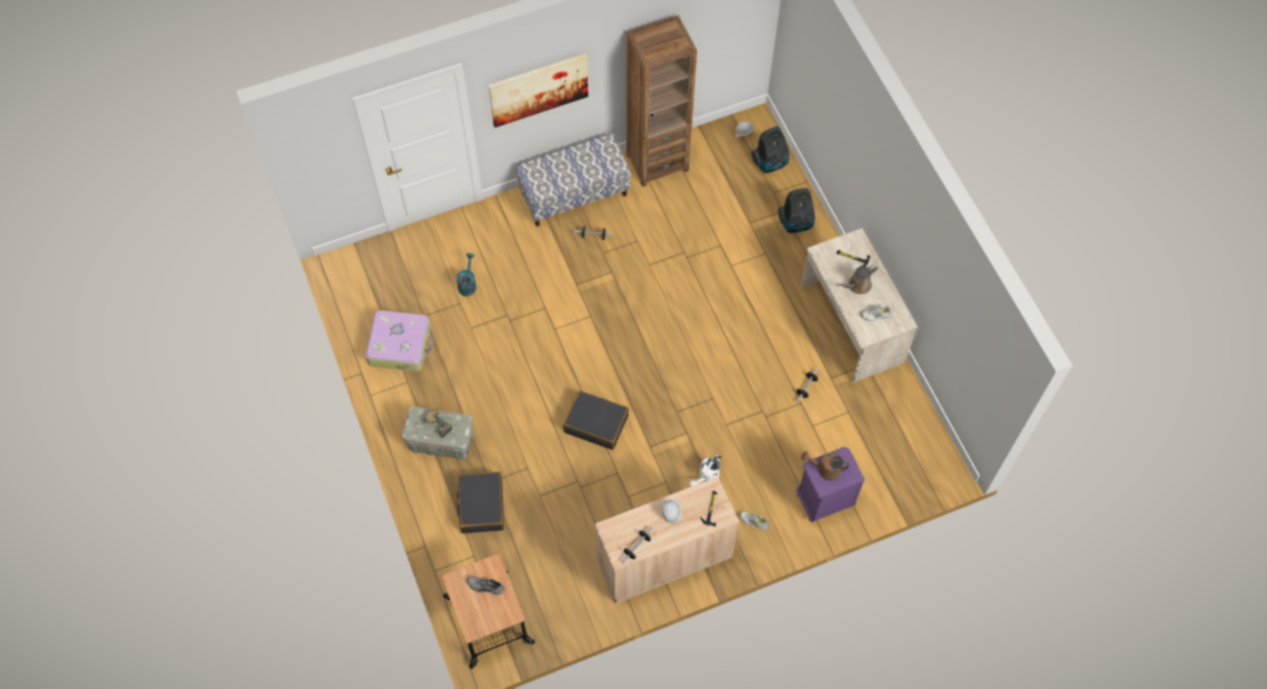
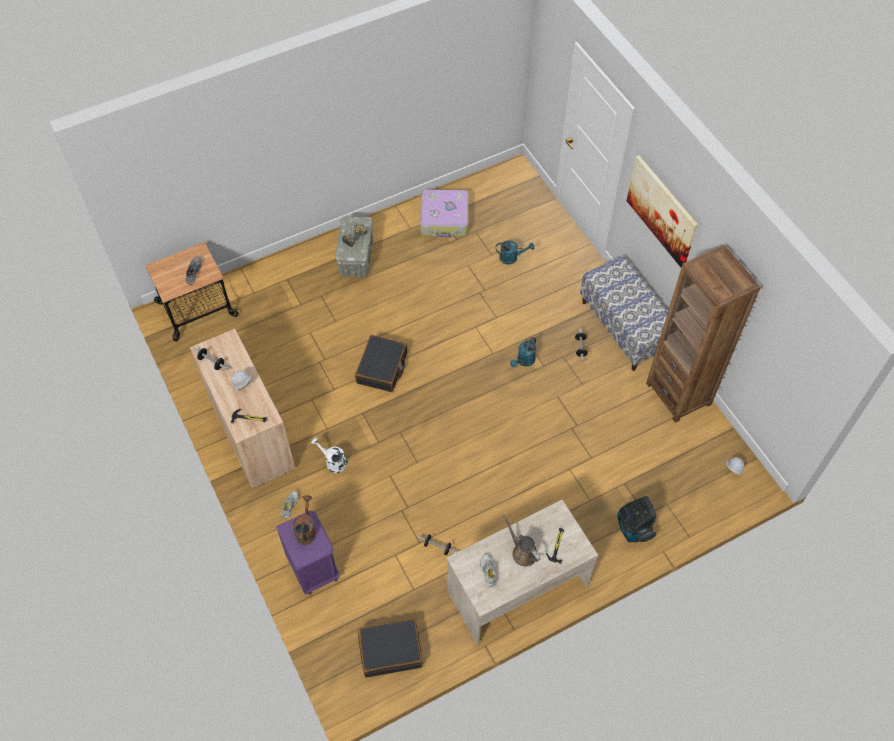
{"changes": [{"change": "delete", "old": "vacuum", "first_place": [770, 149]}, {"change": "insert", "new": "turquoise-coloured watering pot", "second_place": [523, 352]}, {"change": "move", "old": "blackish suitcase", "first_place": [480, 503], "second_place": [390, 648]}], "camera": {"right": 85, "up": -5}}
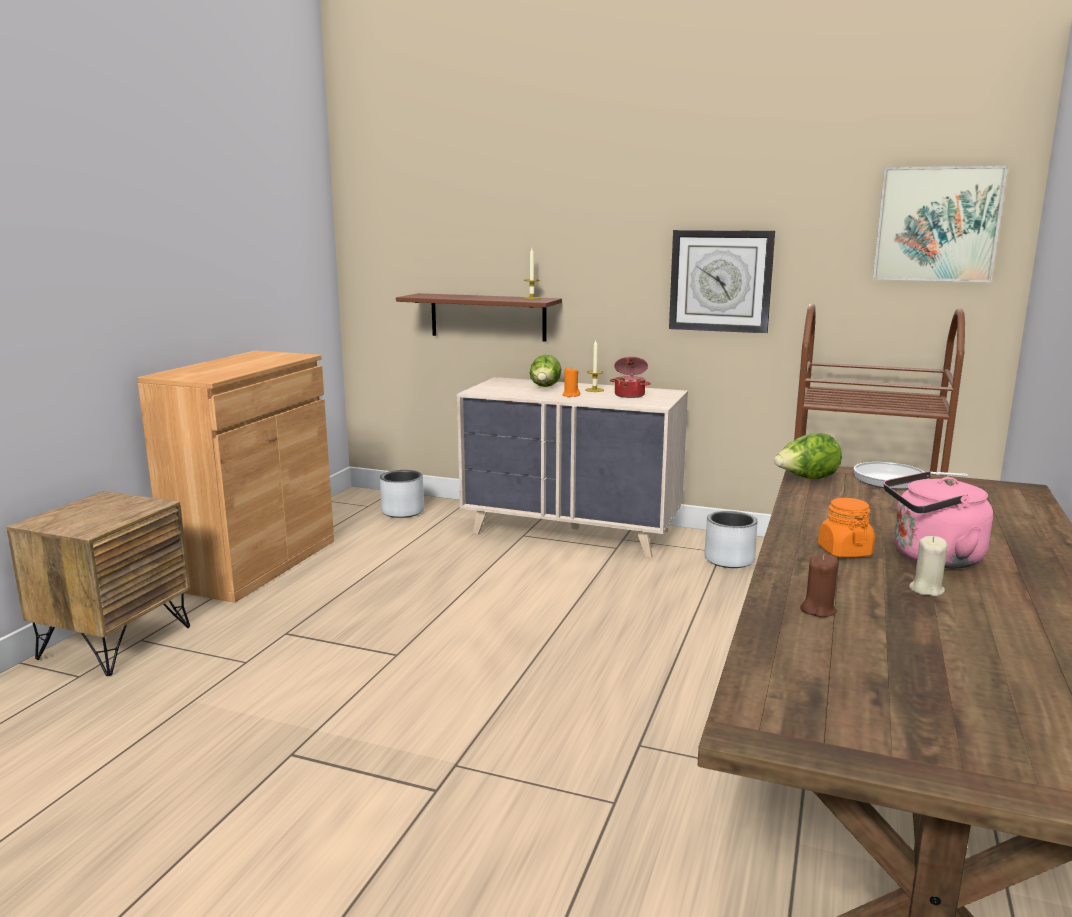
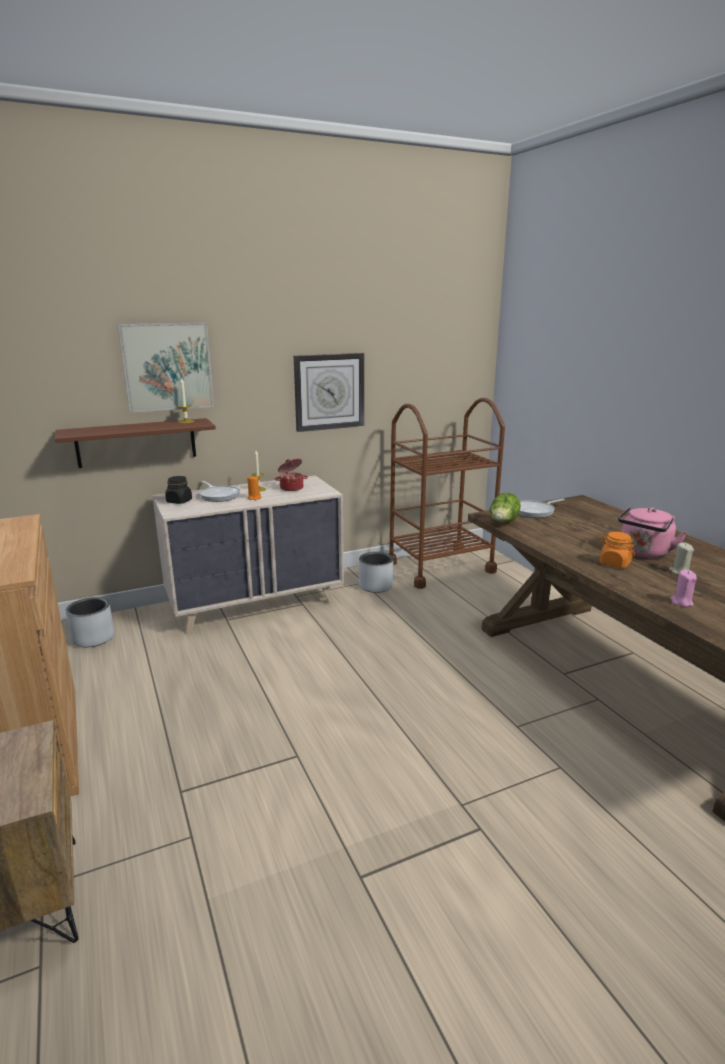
{"changes": [{"change": "insert", "new": "blackish preserve jar", "second_place": [178, 490]}, {"change": "move", "old": "wall picture", "first_place": [940, 224], "second_place": [166, 368]}, {"change": "replace", "old": "lettuce", "new": "frying pan", "first_place": [545, 371], "second_place": [219, 491]}, {"change": "recolor", "old": "brown candle", "new": "pink candle", "first_place": [819, 585], "second_place": [683, 588]}], "camera": {"right": -45, "up": 5}}
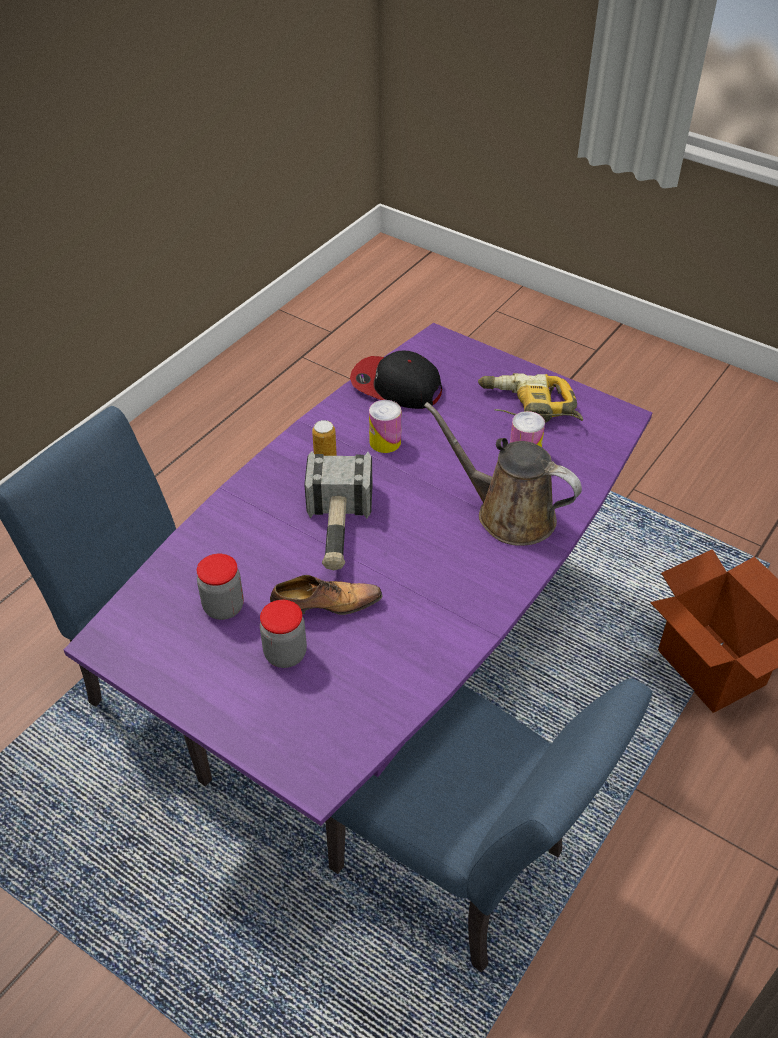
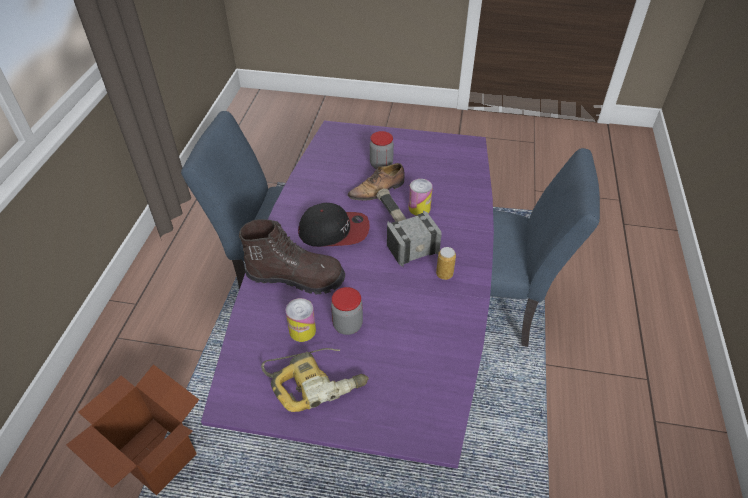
{"changes": [{"change": "move", "old": "preserve jar", "first_place": [220, 587], "second_place": [347, 311]}, {"change": "move", "old": "cap", "first_place": [396, 380], "second_place": [334, 225]}, {"change": "move", "old": "can", "first_place": [385, 426], "second_place": [421, 197]}, {"change": "replace", "old": "brown watering pot", "new": "brown tall boot", "first_place": [503, 474], "second_place": [292, 256]}], "camera": {"right": 155, "up": 0}}
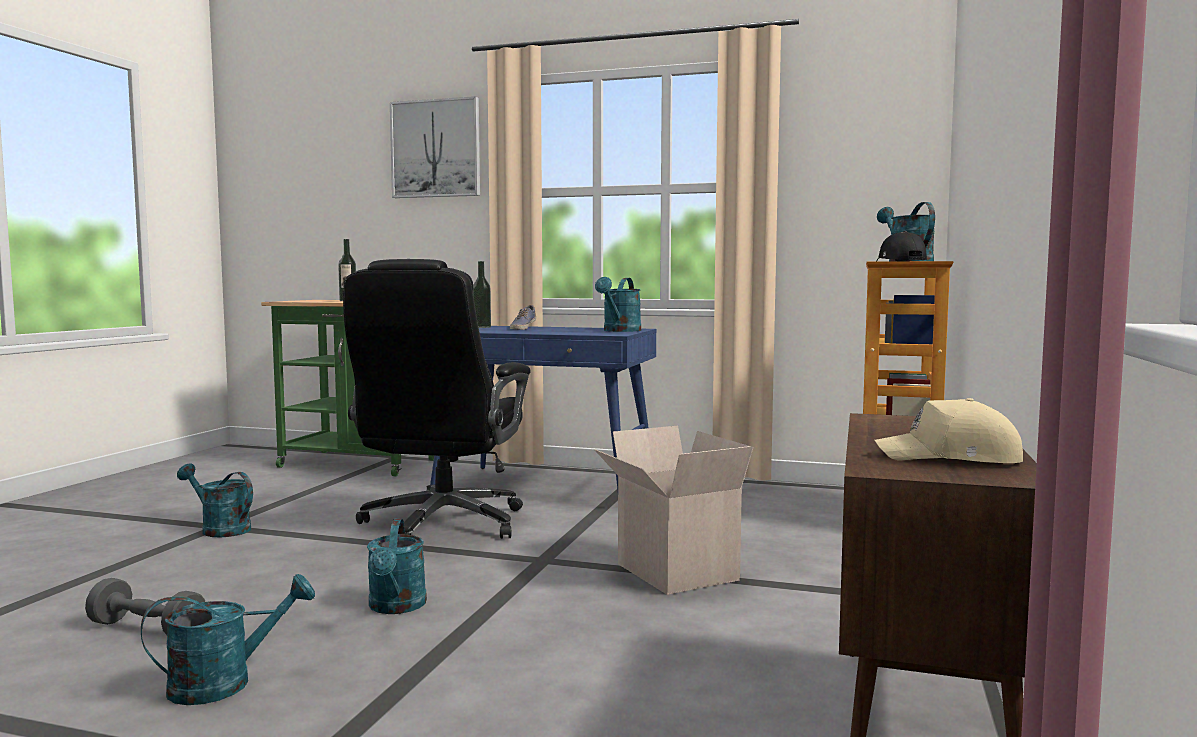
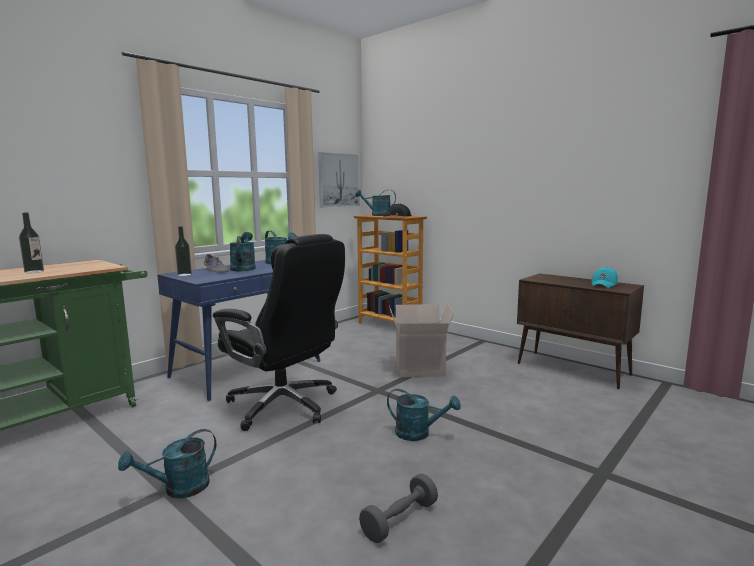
{"changes": [{"change": "move", "old": "turquoise-coloured watering pot", "first_place": [228, 639], "second_place": [242, 251]}, {"change": "move", "old": "wall picture", "first_place": [435, 147], "second_place": [339, 180]}, {"change": "recolor", "old": "sand-coloured cap", "new": "turquoise-coloured cap", "first_place": [949, 430], "second_place": [604, 277]}], "camera": {"right": -65, "up": 5}}
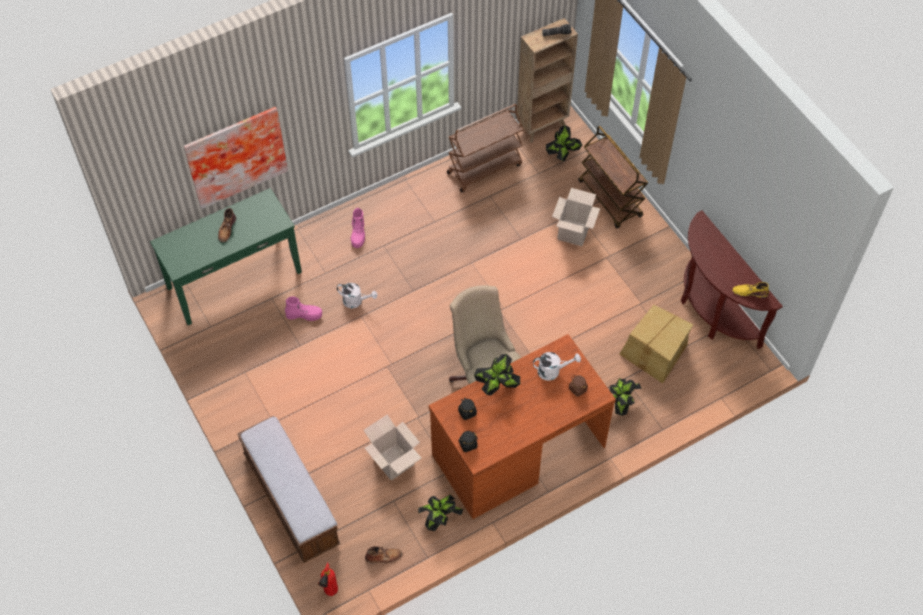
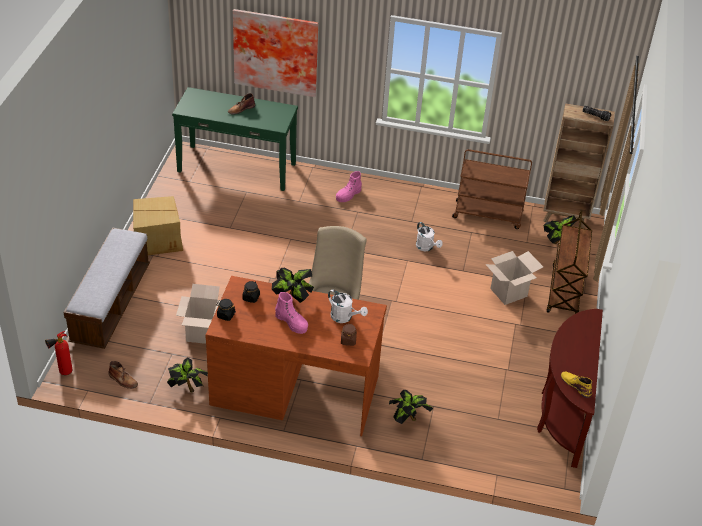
{"changes": [{"change": "move", "old": "pink tall boot", "first_place": [303, 308], "second_place": [291, 313]}, {"change": "move", "old": "whitish watering pot", "first_place": [357, 296], "second_place": [429, 236]}, {"change": "move", "old": "cardboard box", "first_place": [656, 344], "second_place": [158, 225]}], "camera": {"right": 40, "up": -15}}
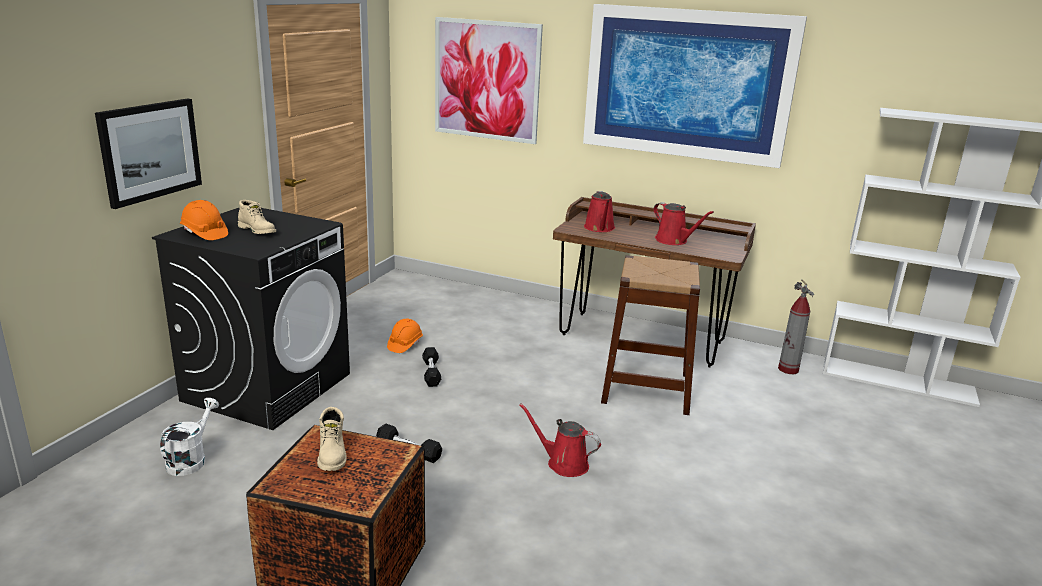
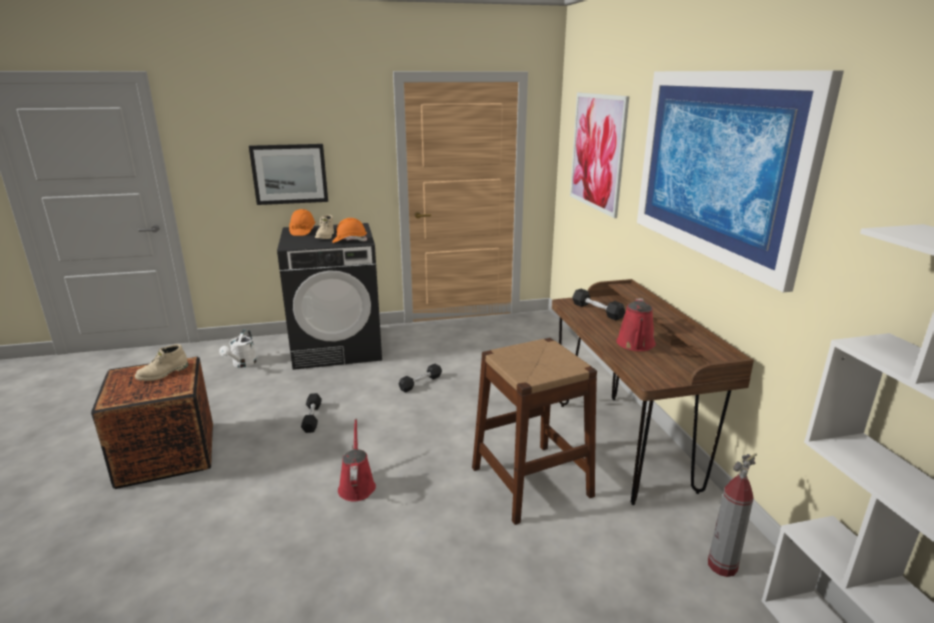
{"changes": [{"change": "move", "old": "orange work helmet", "first_place": [405, 336], "second_place": [349, 230]}, {"change": "replace", "old": "reddish watering pot", "new": "blackish hand weight", "first_place": [599, 211], "second_place": [598, 305]}, {"change": "rotate", "old": "whitish watering pot", "first_place": [189, 437], "second_place": [238, 348], "degrees": 120}], "camera": {"right": 55, "up": 0}}
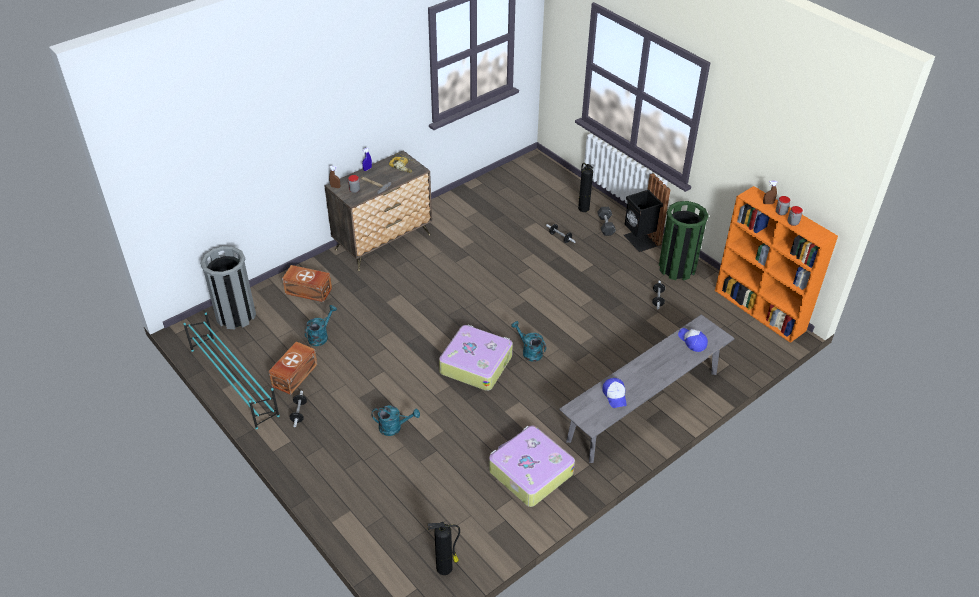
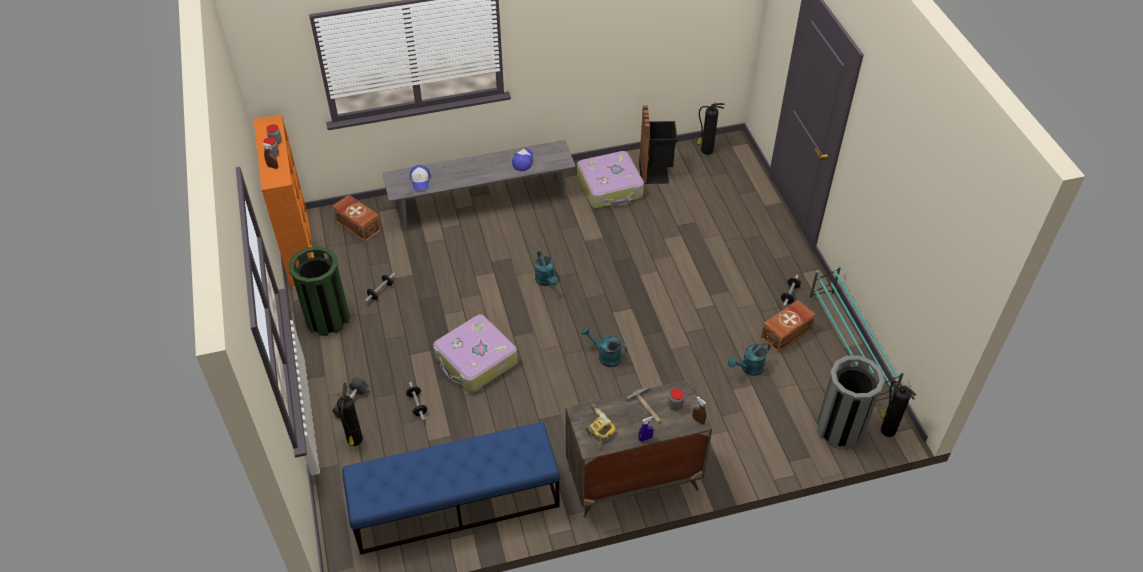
{"changes": [{"change": "insert", "new": "bluish bench", "second_place": [451, 488]}, {"change": "insert", "new": "fire-fighting cylinder", "second_place": [899, 409]}, {"change": "move", "old": "brown storage container", "first_place": [307, 283], "second_place": [356, 218]}, {"change": "move", "old": "turquoise-coloured watering pot", "first_place": [395, 420], "second_place": [604, 347]}, {"change": "move", "old": "suitcase", "first_place": [476, 358], "second_place": [475, 353]}, {"change": "move", "old": "blackish rubbish bin", "first_place": [647, 212], "second_place": [658, 144]}], "camera": {"right": -155, "up": 5}}
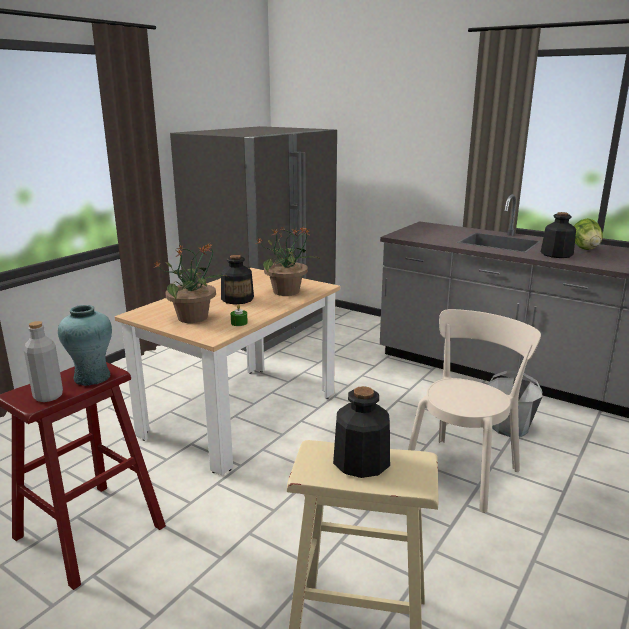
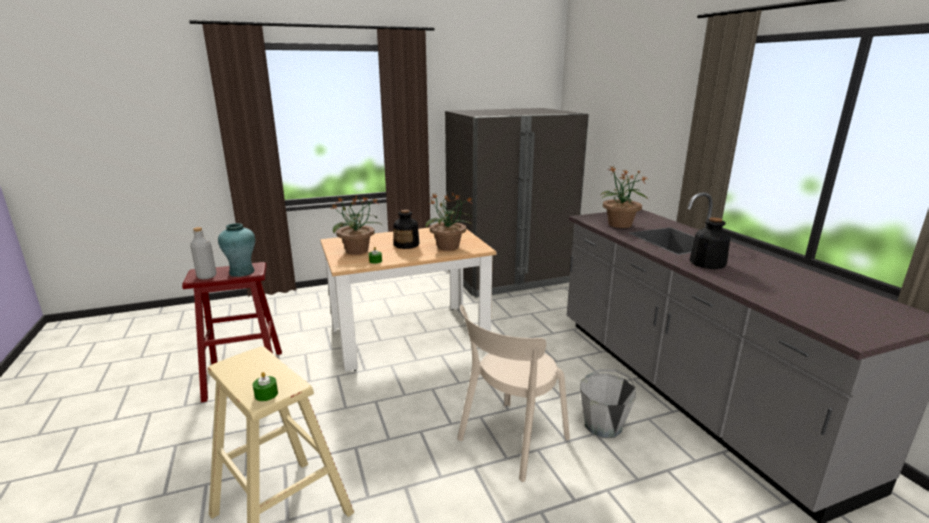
{"changes": [{"change": "delete", "old": "bottle", "first_place": [361, 432]}, {"change": "delete", "old": "lettuce", "first_place": [588, 234]}, {"change": "insert", "new": "greenish candle", "second_place": [265, 386]}, {"change": "insert", "new": "plant in a pot", "second_place": [624, 197]}, {"change": "rotate", "old": "sand-coloured upright chair", "first_place": [474, 411], "second_place": [513, 393], "degrees": 150}], "camera": {"right": 35, "up": 0}}
